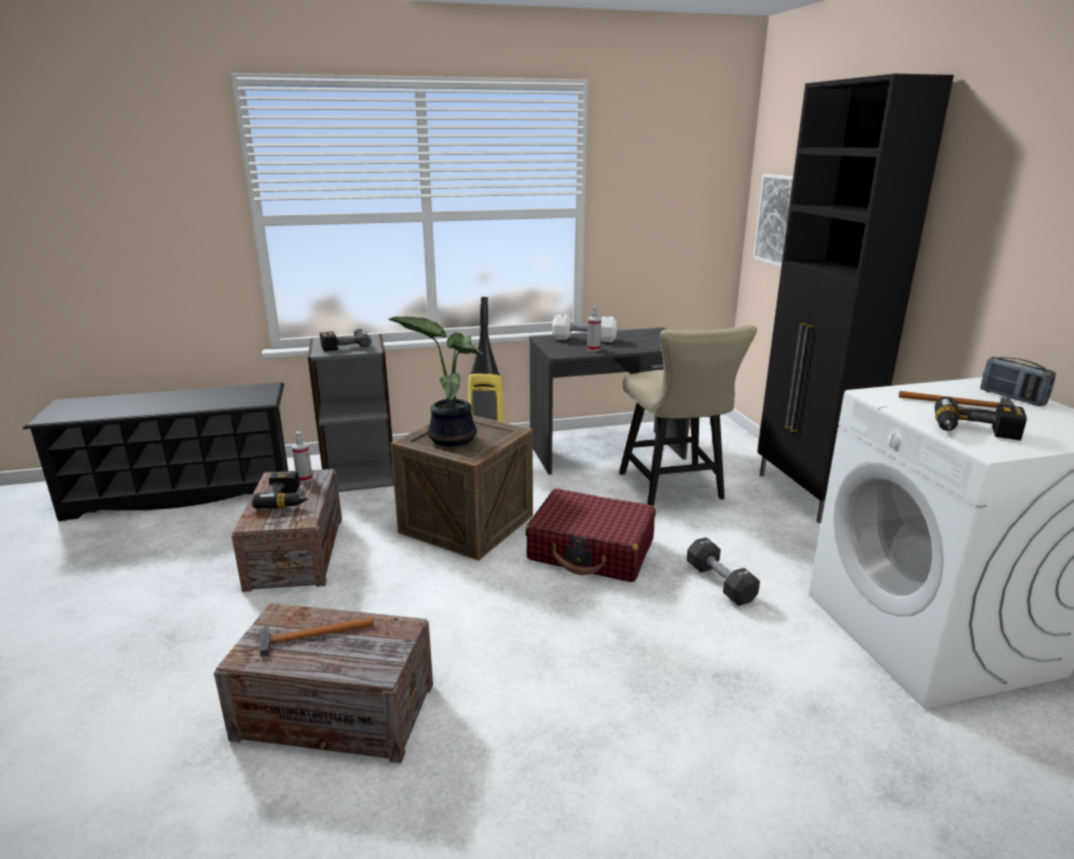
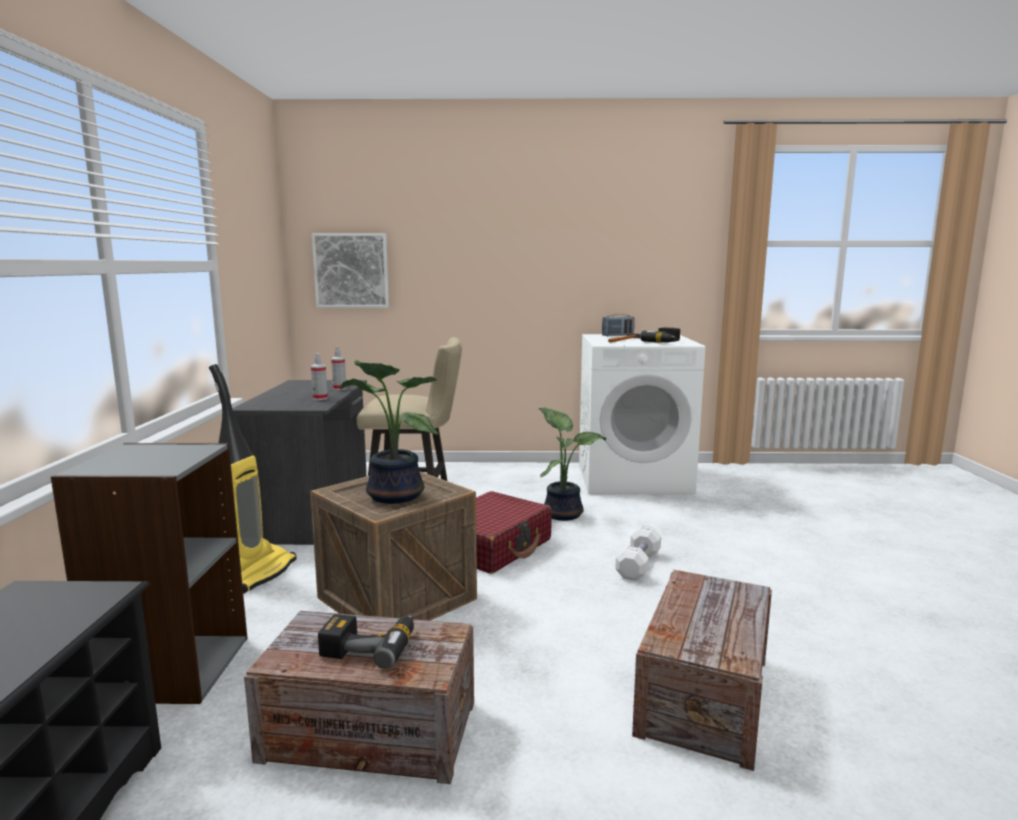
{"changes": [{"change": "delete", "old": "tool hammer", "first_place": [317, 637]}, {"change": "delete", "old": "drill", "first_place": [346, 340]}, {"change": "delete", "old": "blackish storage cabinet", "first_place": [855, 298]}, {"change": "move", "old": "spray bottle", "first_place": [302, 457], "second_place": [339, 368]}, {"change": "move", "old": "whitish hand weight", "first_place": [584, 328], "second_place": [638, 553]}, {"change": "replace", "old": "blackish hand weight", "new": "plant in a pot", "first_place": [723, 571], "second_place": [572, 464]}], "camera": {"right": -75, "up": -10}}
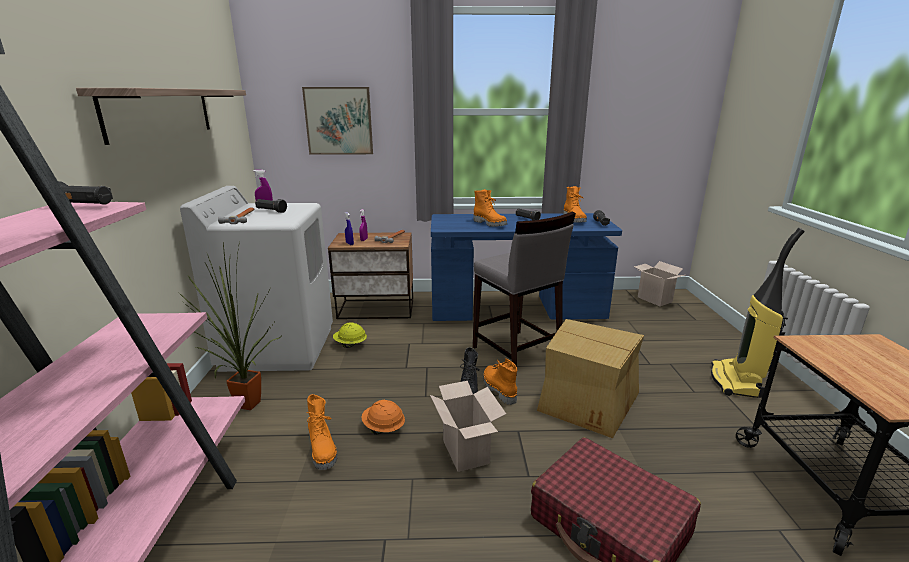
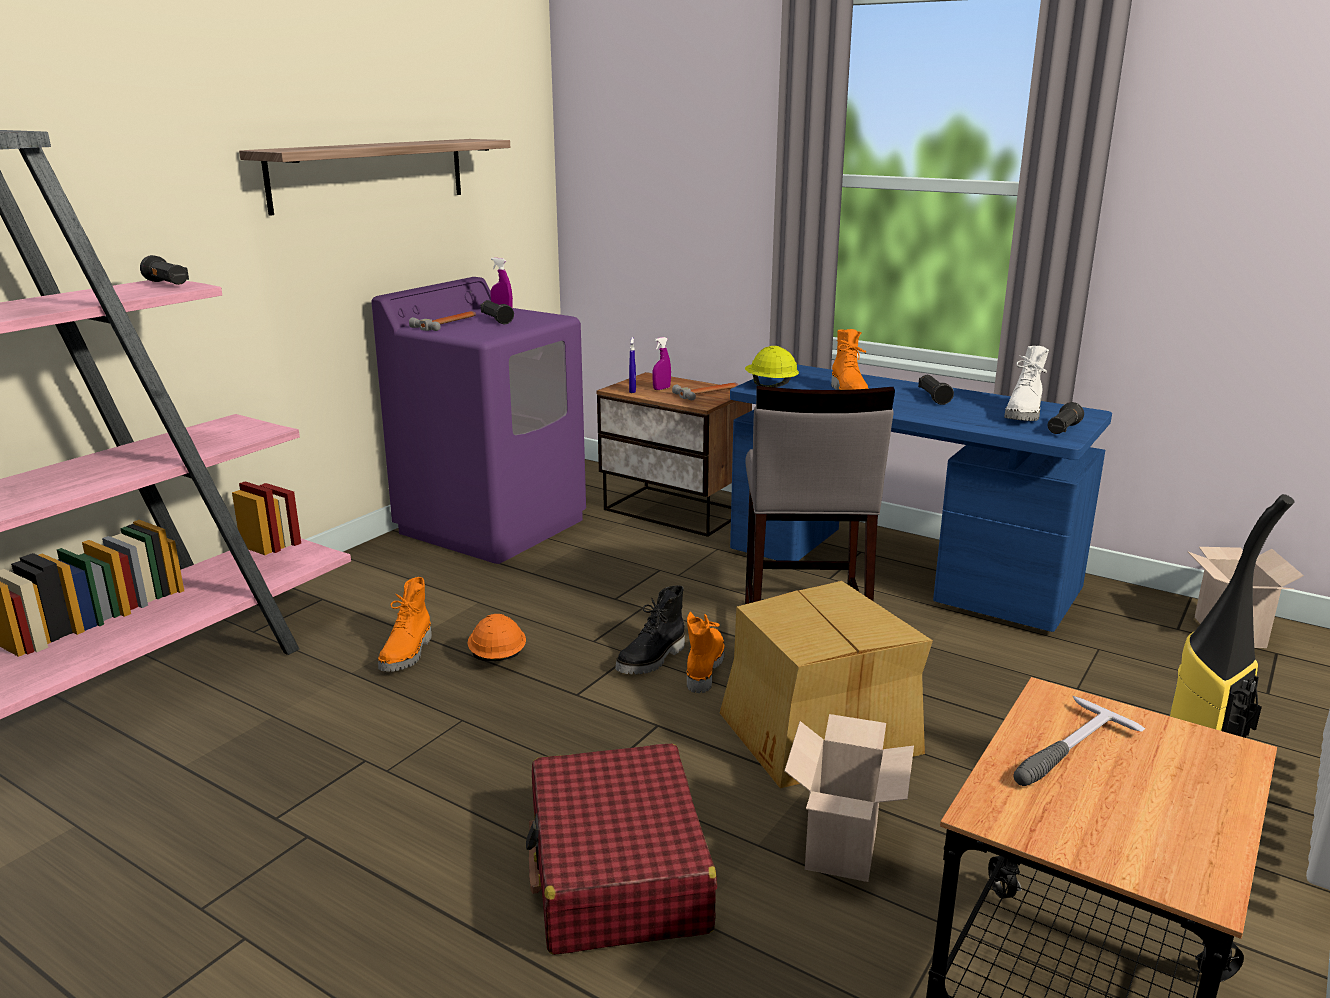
{"changes": [{"change": "delete", "old": "plant in a pot", "first_place": [230, 325]}, {"change": "delete", "old": "wall picture", "first_place": [337, 121]}, {"change": "insert", "new": "tool hammer", "second_place": [1079, 741]}, {"change": "move", "old": "yellowish work helmet", "first_place": [350, 335], "second_place": [772, 366]}, {"change": "move", "old": "cardboard box", "first_place": [468, 426], "second_place": [849, 798]}, {"change": "recolor", "old": "whitish washing machine", "new": "purplish washing machine", "first_place": [256, 279], "second_place": [478, 420]}, {"change": "recolor", "old": "orange tall boot", "new": "whitish tall boot", "first_place": [575, 204], "second_place": [1026, 383]}], "camera": {"right": 35, "up": 0}}
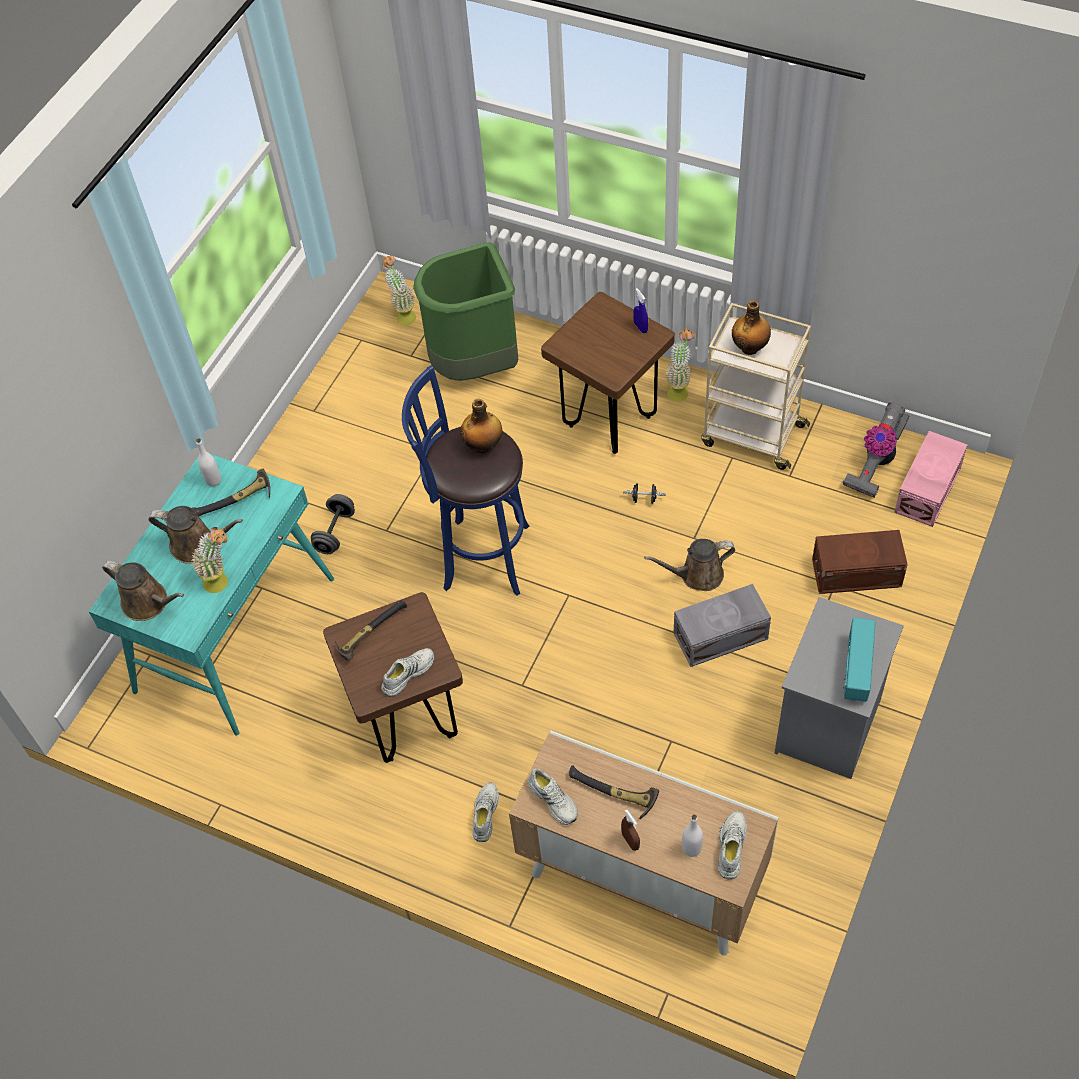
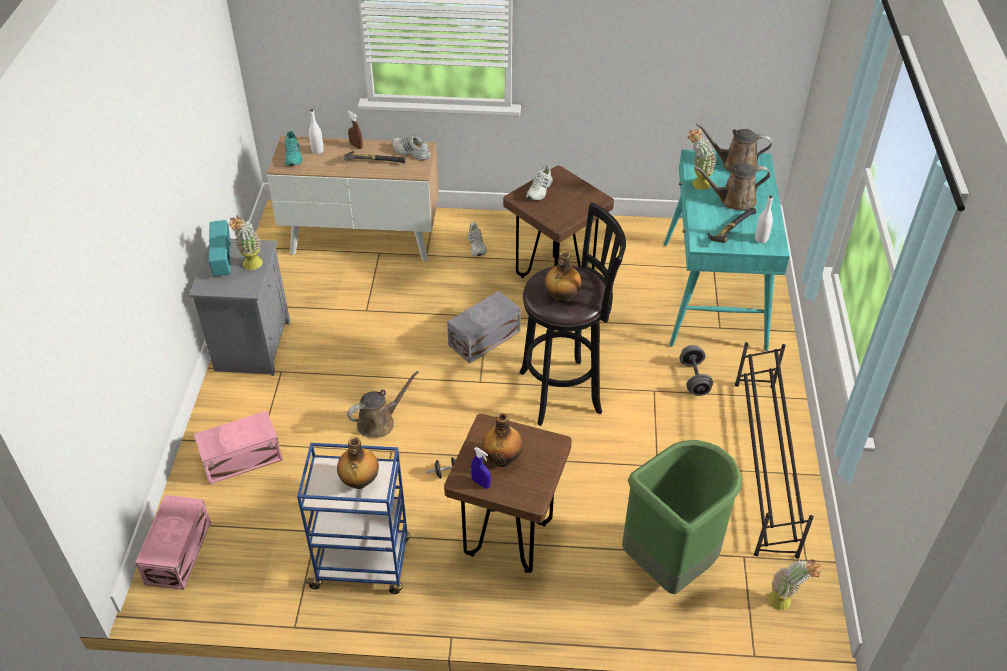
{"changes": [{"change": "delete", "old": "tool hammer", "first_place": [371, 630]}, {"change": "delete", "old": "vacuum", "first_place": [876, 450]}, {"change": "insert", "new": "bottle", "second_place": [503, 440]}, {"change": "insert", "new": "blackish shoe stand", "second_place": [774, 450]}, {"change": "move", "old": "plant in a pot", "first_place": [680, 364], "second_place": [246, 243]}, {"change": "move", "old": "greyish storage container", "first_place": [722, 625], "second_place": [484, 327]}, {"change": "recolor", "old": "bluish sitting stool", "new": "blackish sitting stool", "first_place": [466, 480], "second_place": [572, 314]}, {"change": "recolor", "old": "sand-coloured wheeled cart", "new": "bluish wheeled cart", "first_place": [756, 386], "second_place": [353, 518]}, {"change": "recolor", "old": "whitish low shoe", "new": "turquoise-coloured low shoe", "first_place": [732, 845], "second_place": [293, 148]}, {"change": "recolor", "old": "brown storage container", "new": "pink storage container", "first_place": [860, 562], "second_place": [238, 447]}], "camera": {"right": 155, "up": -10}}
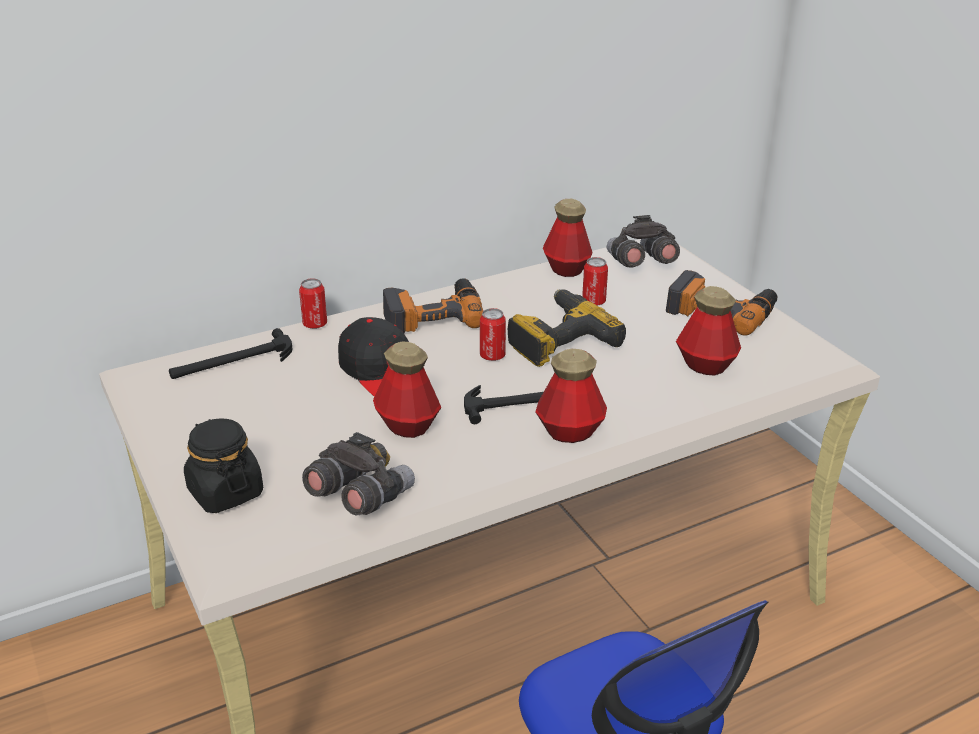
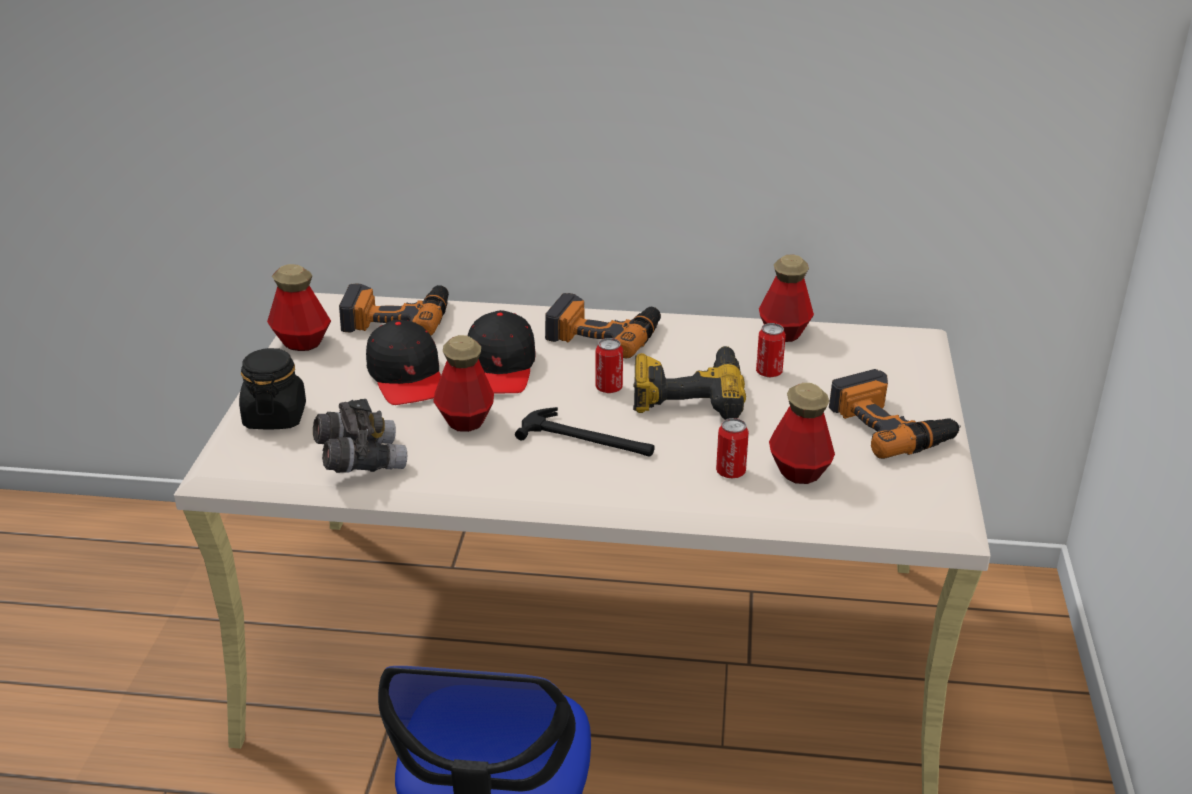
{"changes": [{"change": "delete", "old": "greyish pair of binoculars", "first_place": [643, 241]}, {"change": "insert", "new": "blackish cap", "second_place": [403, 362]}, {"change": "move", "old": "can", "first_place": [313, 303], "second_place": [732, 448]}, {"change": "move", "old": "bottle", "first_place": [571, 396], "second_place": [299, 307]}, {"change": "replace", "old": "tool hammer", "new": "drill", "first_place": [230, 353], "second_place": [394, 309]}], "camera": {"right": 35, "up": 0}}
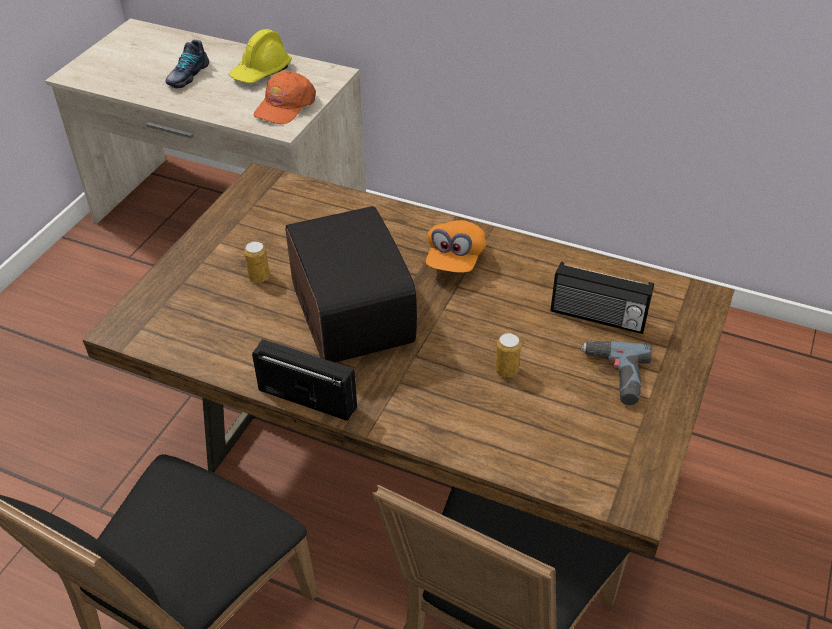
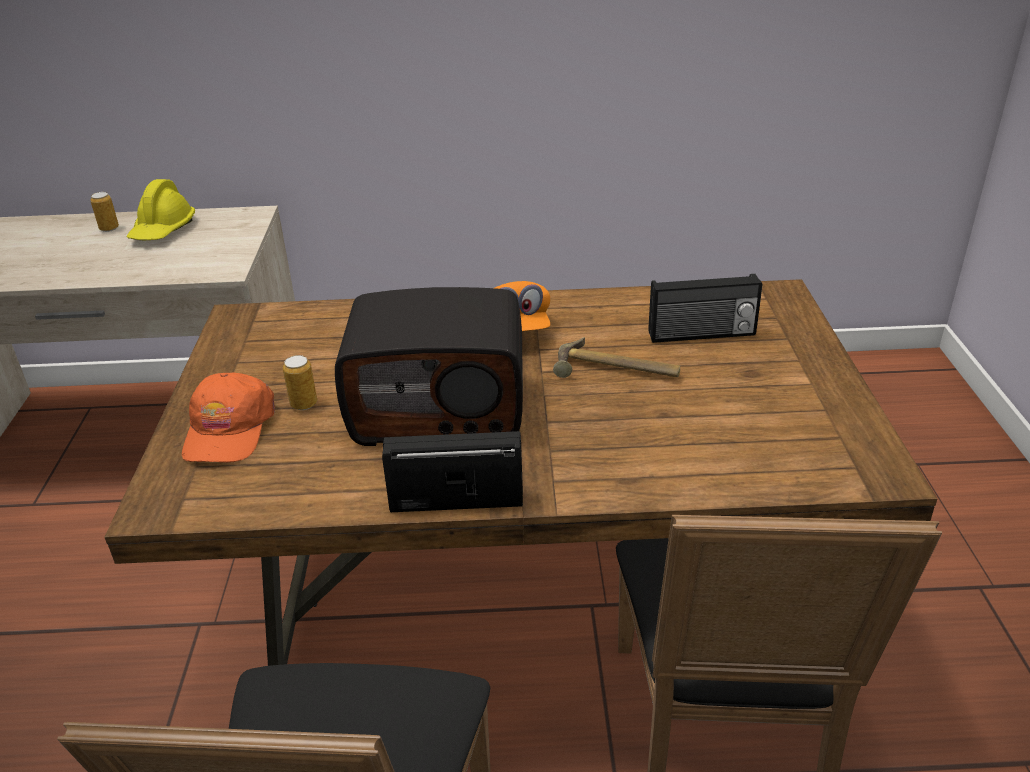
{"changes": [{"change": "delete", "old": "low shoe", "first_place": [187, 64]}, {"change": "delete", "old": "drill", "first_place": [616, 372]}, {"change": "insert", "new": "tool hammer", "second_place": [616, 357]}, {"change": "move", "old": "orange cap", "first_place": [285, 97], "second_place": [228, 418]}, {"change": "move", "old": "can", "first_place": [508, 355], "second_place": [104, 212]}, {"change": "rotate", "old": "radio set", "first_place": [351, 284], "second_place": [429, 366], "degrees": 135}], "camera": {"right": -25, "up": -10}}
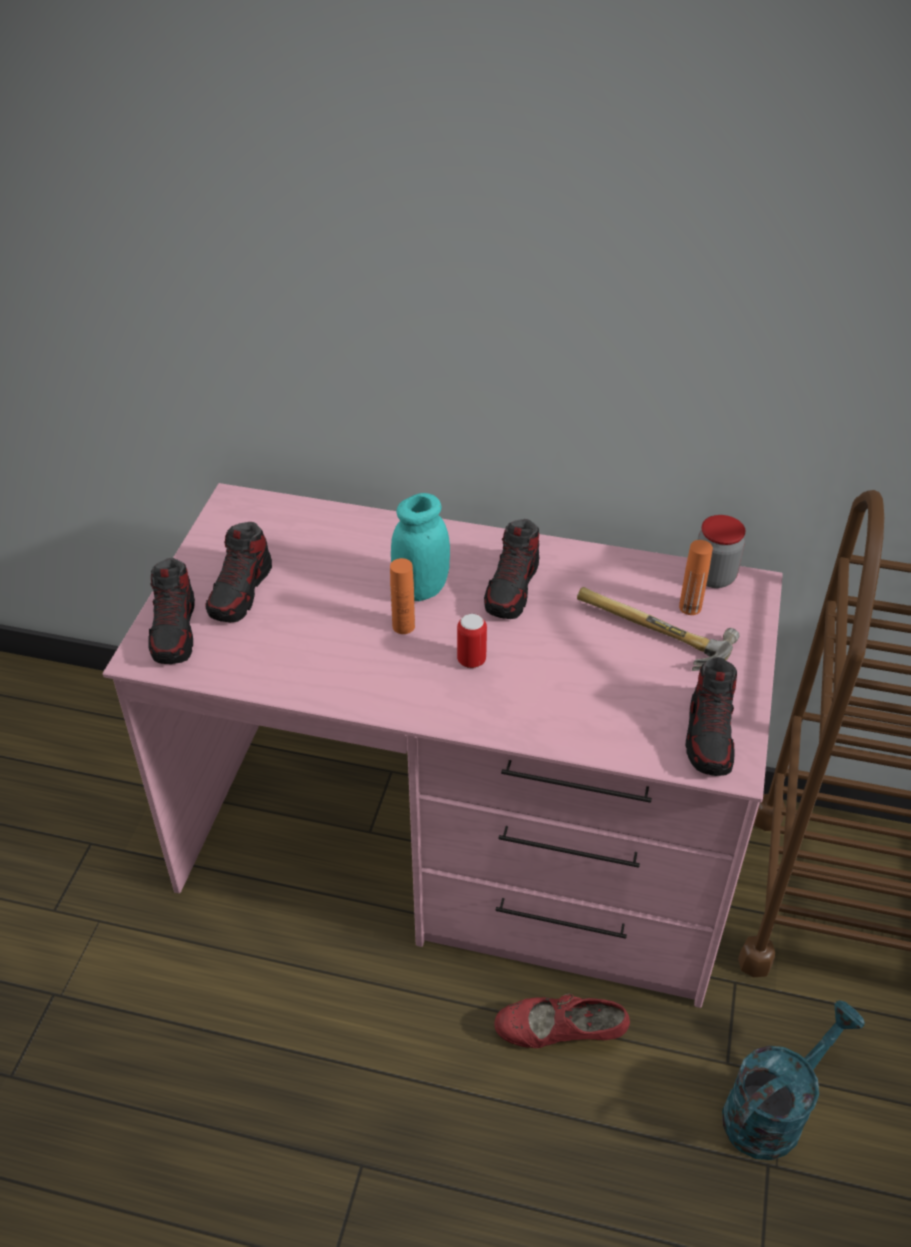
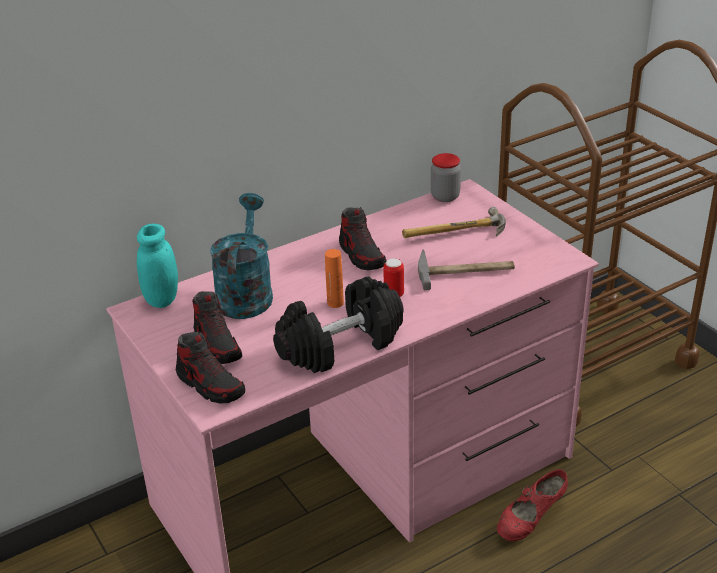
{"changes": [{"change": "delete", "old": "orange bottle", "first_place": [696, 577]}, {"change": "delete", "old": "low shoe", "first_place": [711, 716]}, {"change": "insert", "new": "blackish hand weight", "second_place": [338, 325]}, {"change": "insert", "new": "tool hammer", "second_place": [466, 269]}, {"change": "move", "old": "turquoise-coloured preserve jar", "first_place": [420, 547], "second_place": [157, 266]}, {"change": "move", "old": "turquoise-coloured watering pot", "first_place": [793, 1080], "second_place": [241, 256]}], "camera": {"right": -45, "up": -10}}
